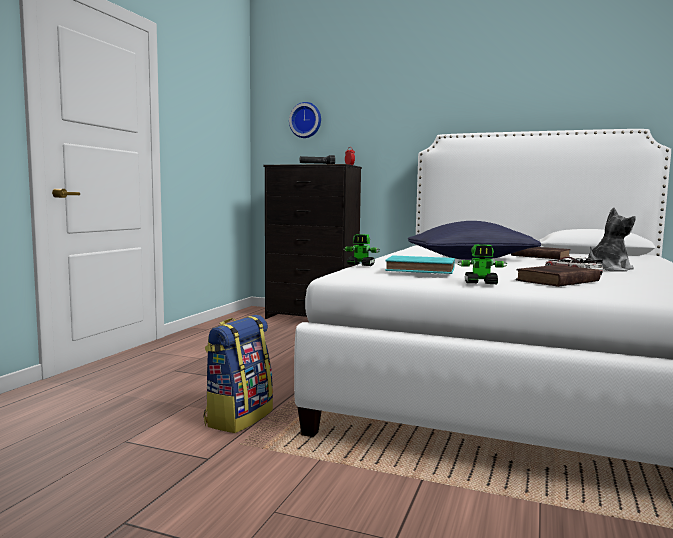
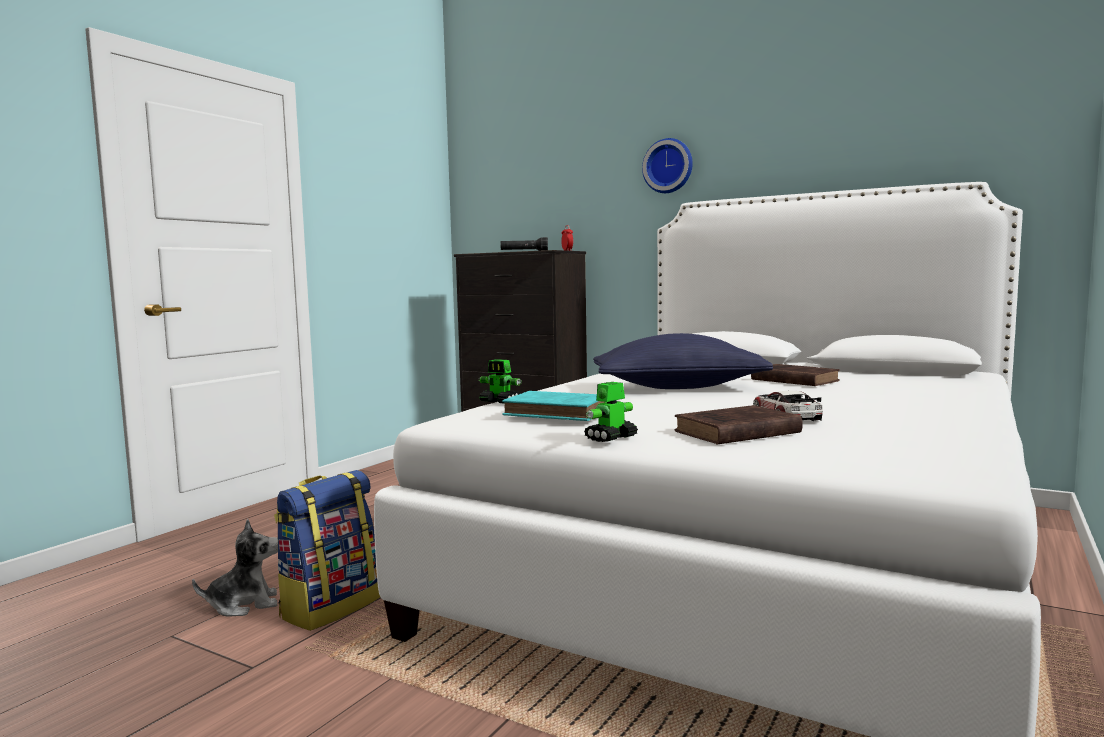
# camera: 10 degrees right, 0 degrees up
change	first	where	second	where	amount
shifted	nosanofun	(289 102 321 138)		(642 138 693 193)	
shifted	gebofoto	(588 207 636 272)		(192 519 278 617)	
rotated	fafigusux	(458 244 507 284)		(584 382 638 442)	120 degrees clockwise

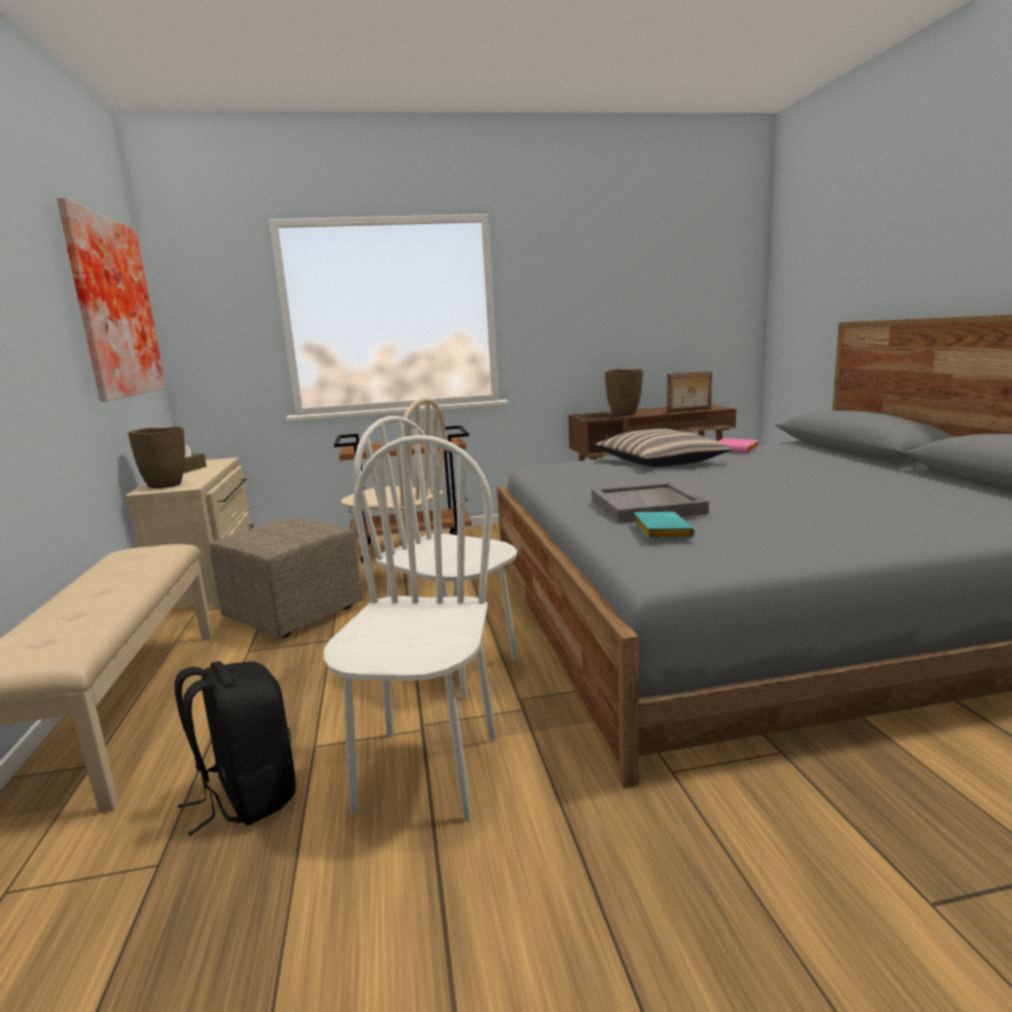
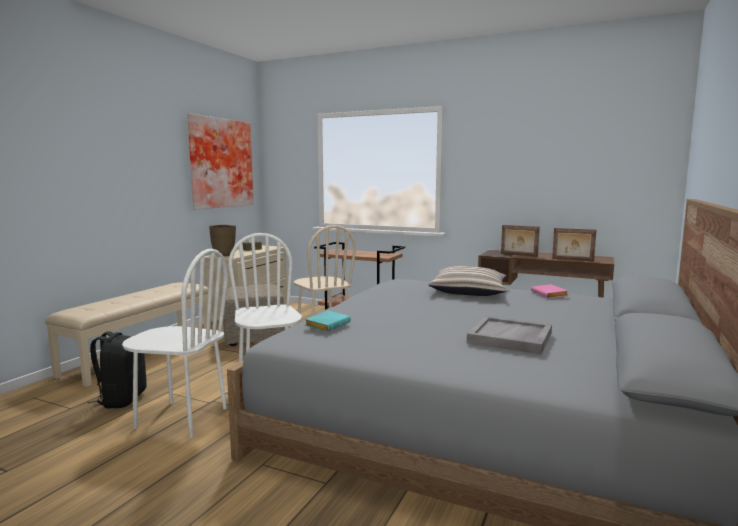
# camera: 35 degrees right, 5 degrees down
change	first	where	second	where	amount
swapped	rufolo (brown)	(605 369 643 416)	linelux	(501 225 540 257)	
rotated	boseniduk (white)	(323 435 496 821)		(122 249 228 438)	60 degrees clockwise
shifted	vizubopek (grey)	(592 482 709 523)		(467 316 552 355)	

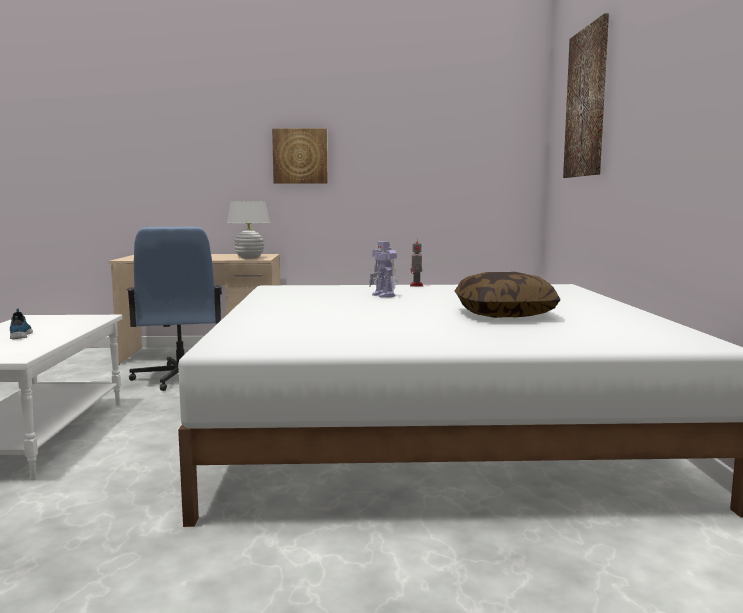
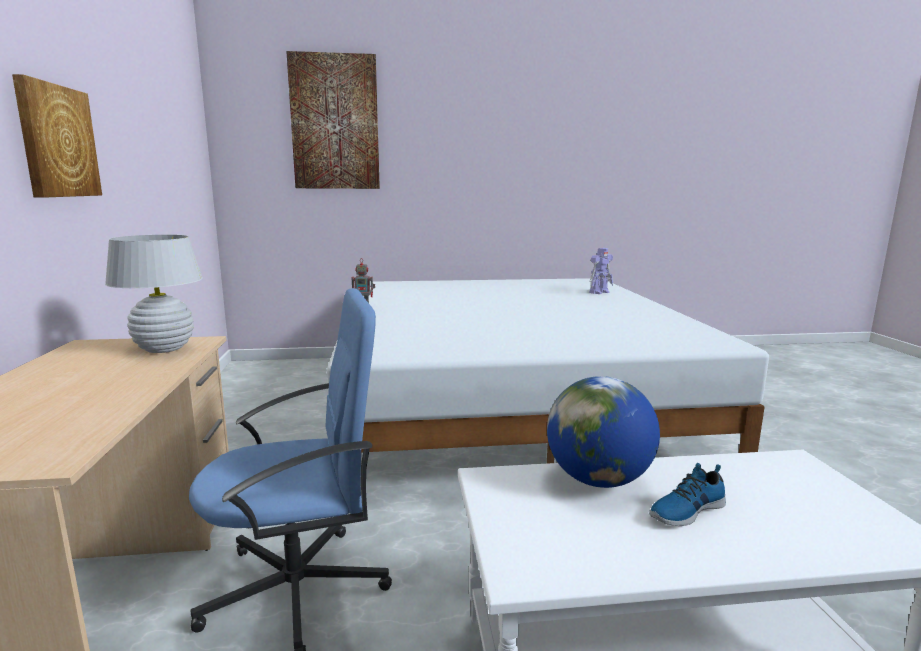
# camera: 95 degrees left, 5 degrees up
change	first	where	second	where	amount
shifted	fafigusux	(369 241 397 297)		(589 248 613 294)	
gone	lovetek	(454 272 560 318)			
new			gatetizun	(547 376 660 488)	

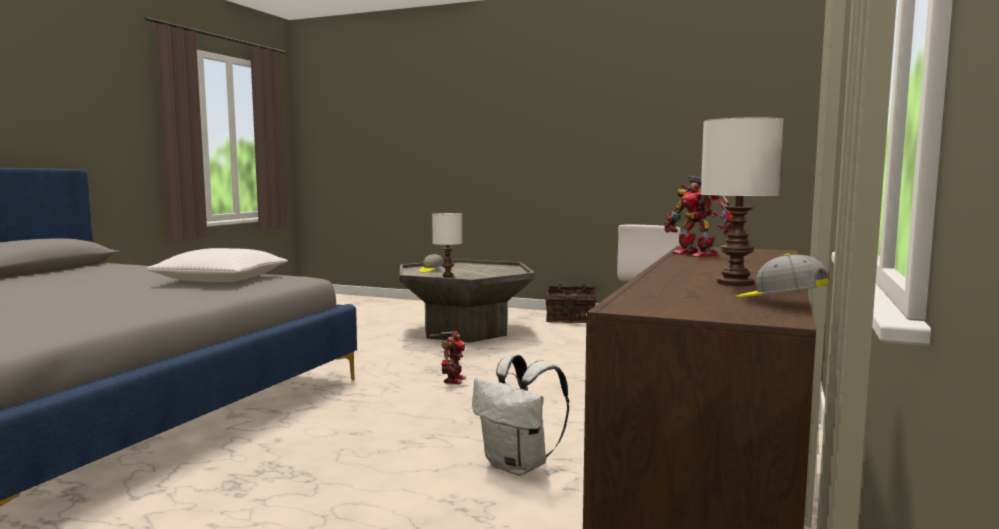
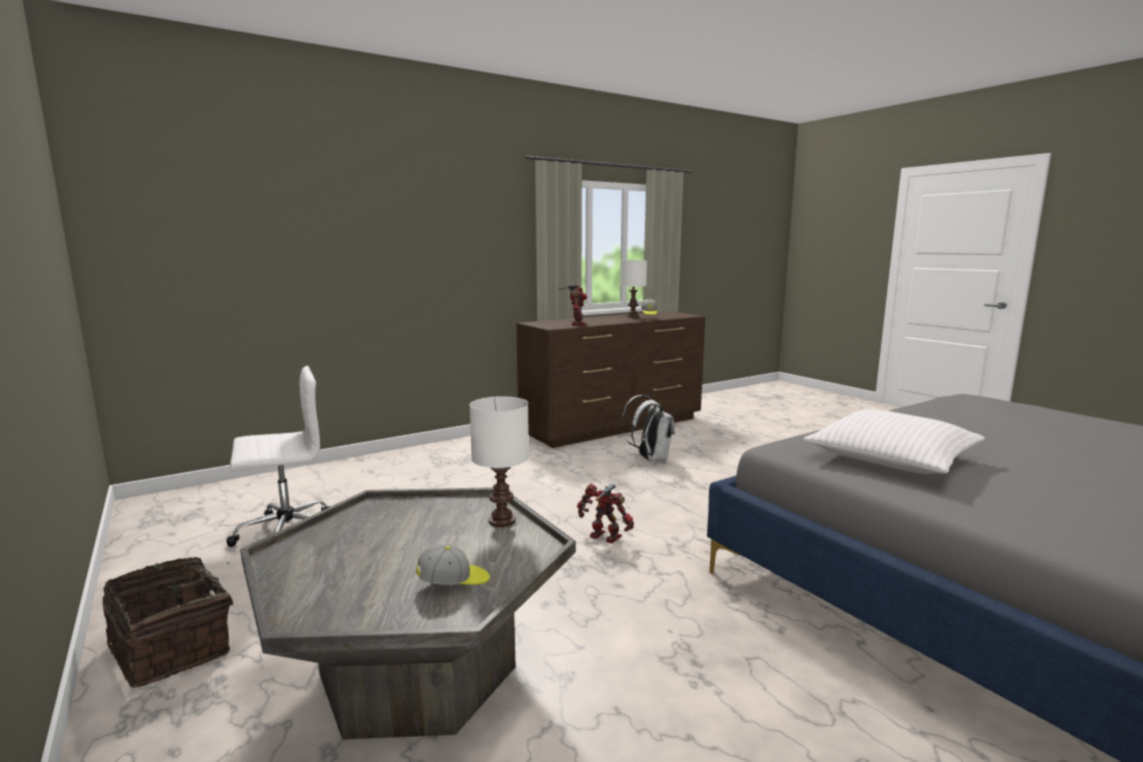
# camera: 145 degrees left, 5 degrees up
change	first	where	second	where	amount
rotated	fafigusux	(428 331 466 384)		(577 484 634 543)	75 degrees clockwise

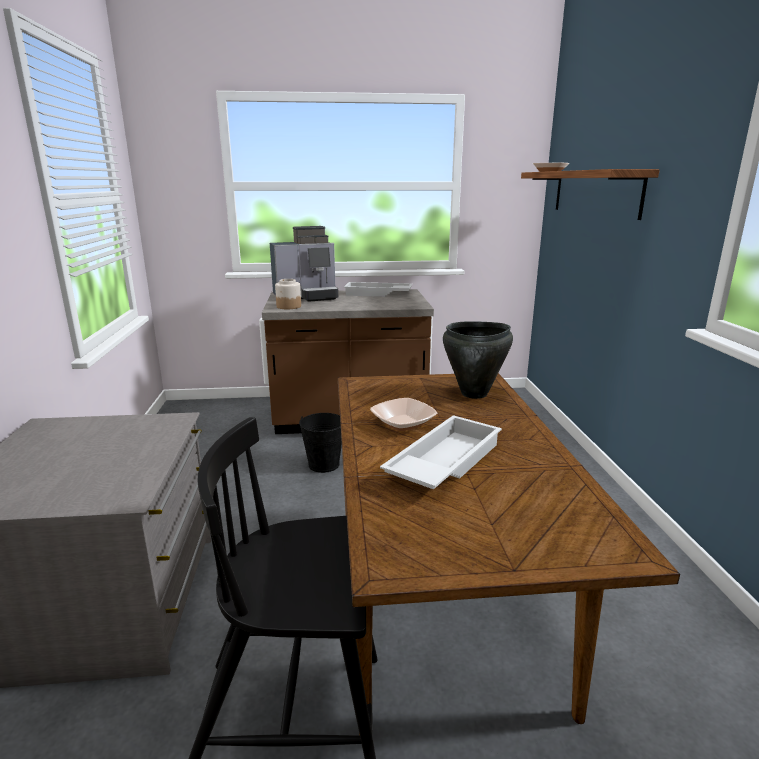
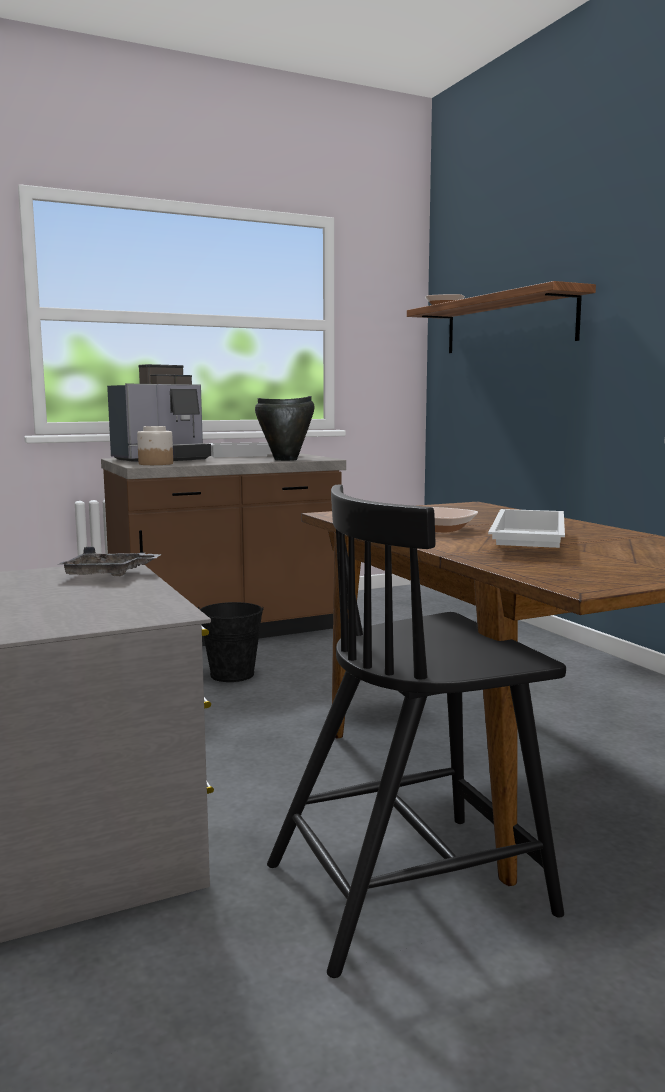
# camera: 20 degrees left, 10 degrees down
change	first	where	second	where	amount
shifted	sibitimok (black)	(443 321 513 399)		(255 396 315 461)	
new			vizubopek (grey)	(57 547 161 576)	

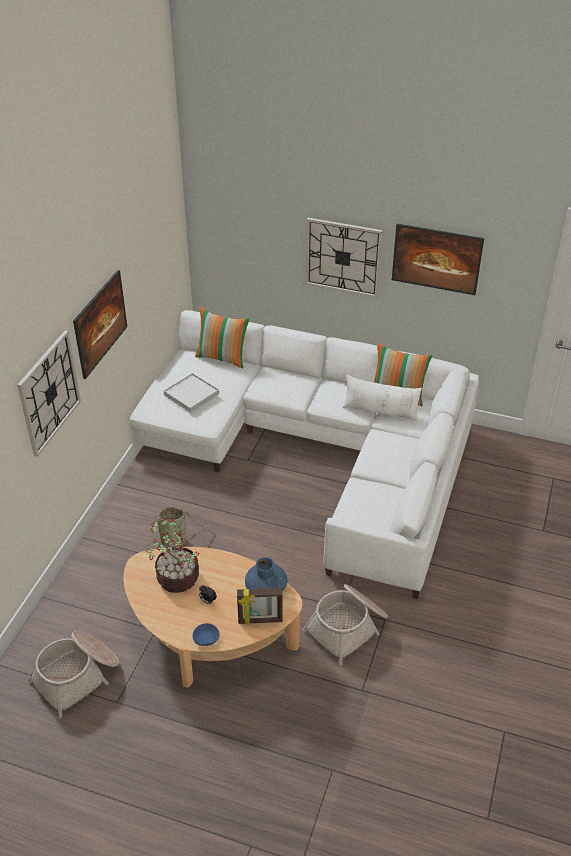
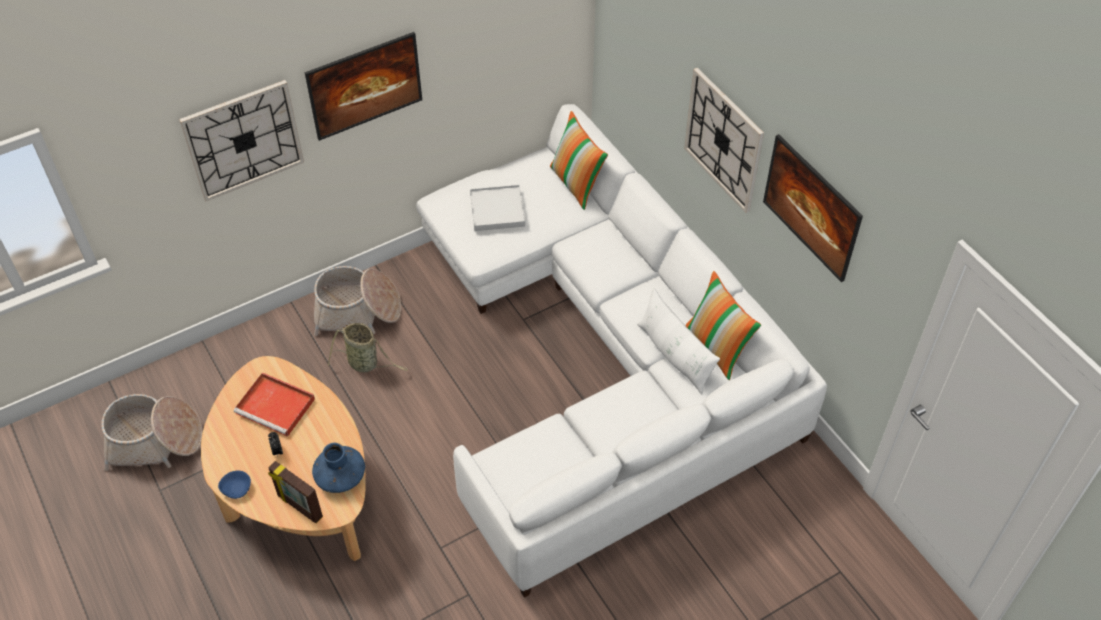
# camera: 40 degrees right, 10 degrees up
change	first	where	second	where	amount
swapped	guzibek	(146 518 199 593)	vizubopek (red)	(234 372 315 437)	
shifted	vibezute	(302 584 388 665)		(314 266 402 336)	

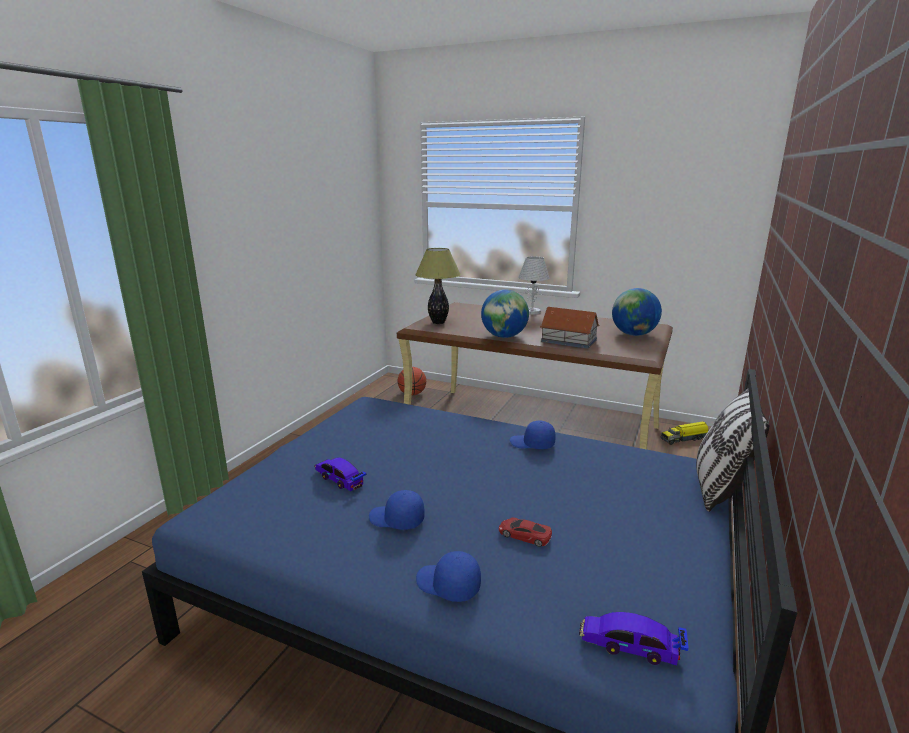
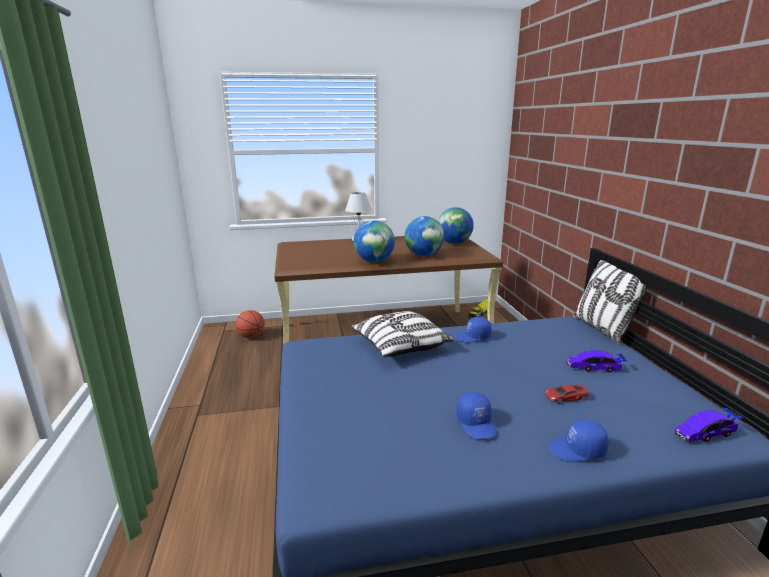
# camera: 35 degrees left, 0 degrees up
change	first	where	second	where	amount
gone	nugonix	(415 248 461 324)			
swapped	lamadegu	(540 307 599 349)	gatetizun	(405 216 444 256)	
shifted	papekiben	(314 458 366 491)		(566 350 627 373)	
rotated	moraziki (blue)	(369 490 425 530)		(456 392 497 439)	90 degrees counterclockwise
new			lovetek	(351 311 454 357)	

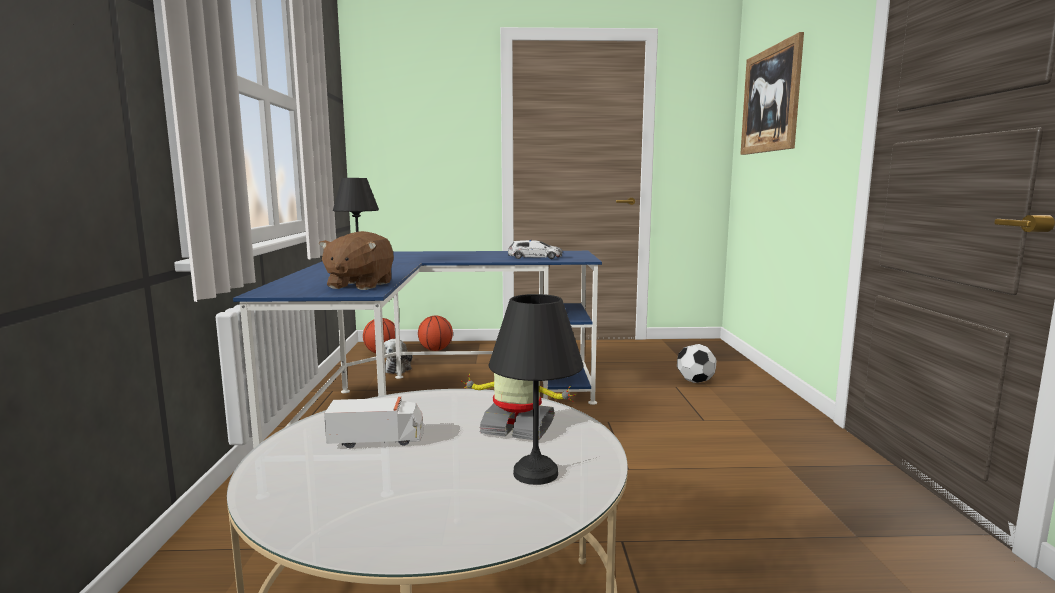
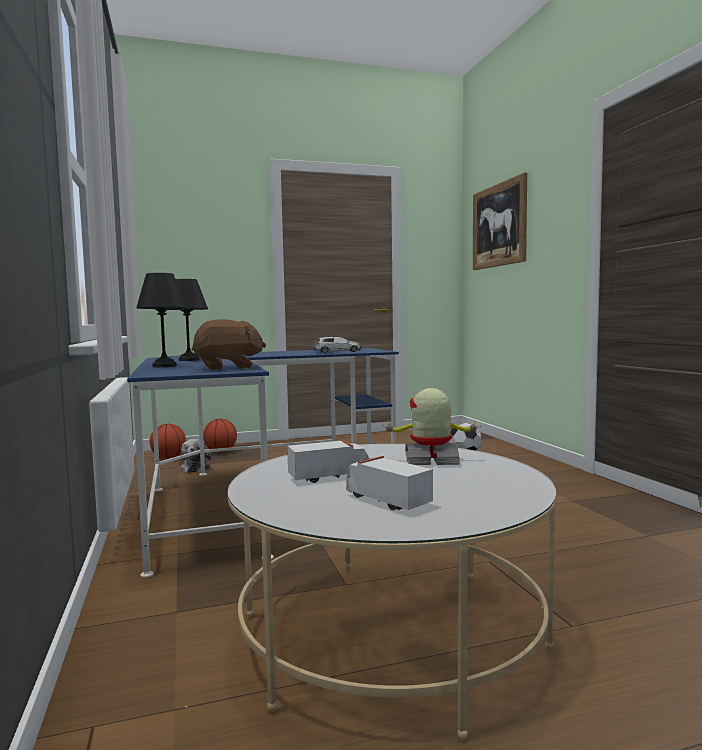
# camera: 15 degrees left, 5 degrees down
change	first	where	second	where	amount
rotated	gebofoto (brown)	(319 231 394 290)		(192 319 266 370)	105 degrees counterclockwise
shifted	nugonix (black)	(489 294 583 485)		(136 273 186 367)	
new			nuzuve	(346 456 433 510)	

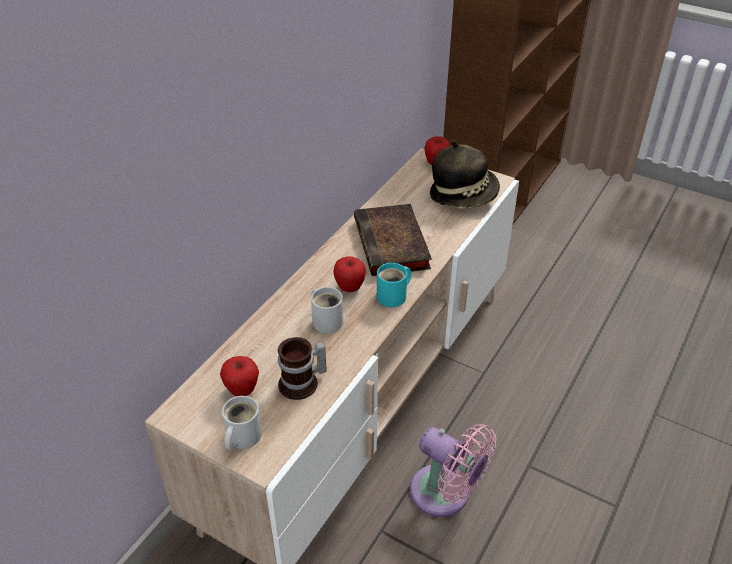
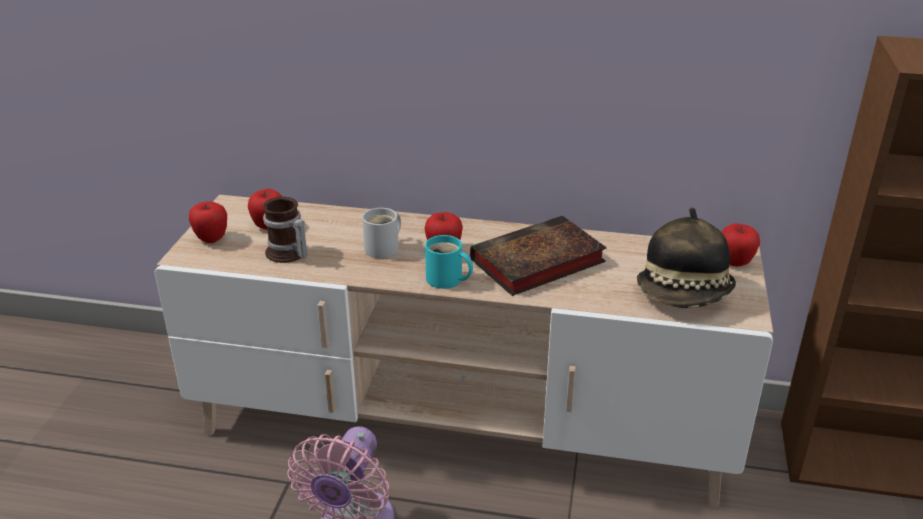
# camera: 70 degrees right, 10 degrees down
change	first	where	second	where	amount
swapped	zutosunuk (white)	(222 396 262 450)	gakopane	(189 201 227 243)	

